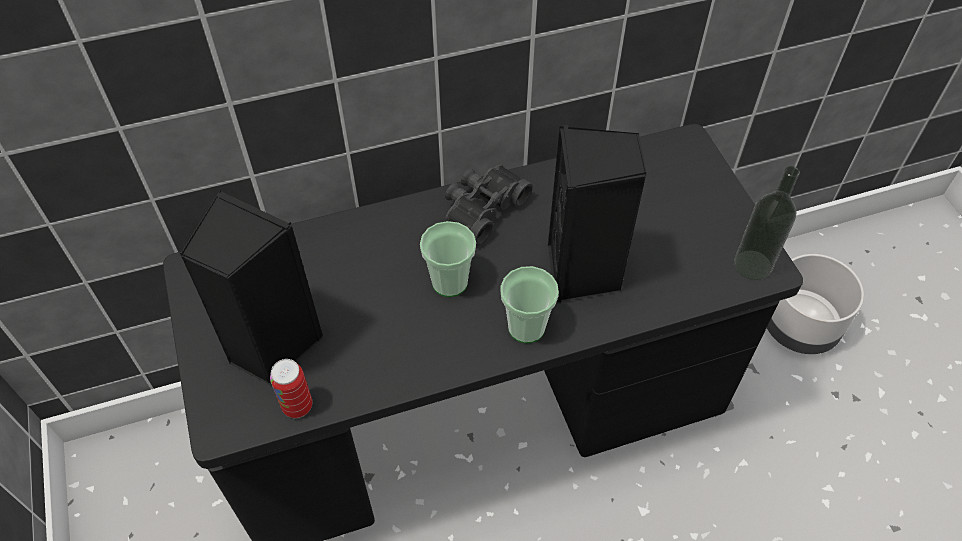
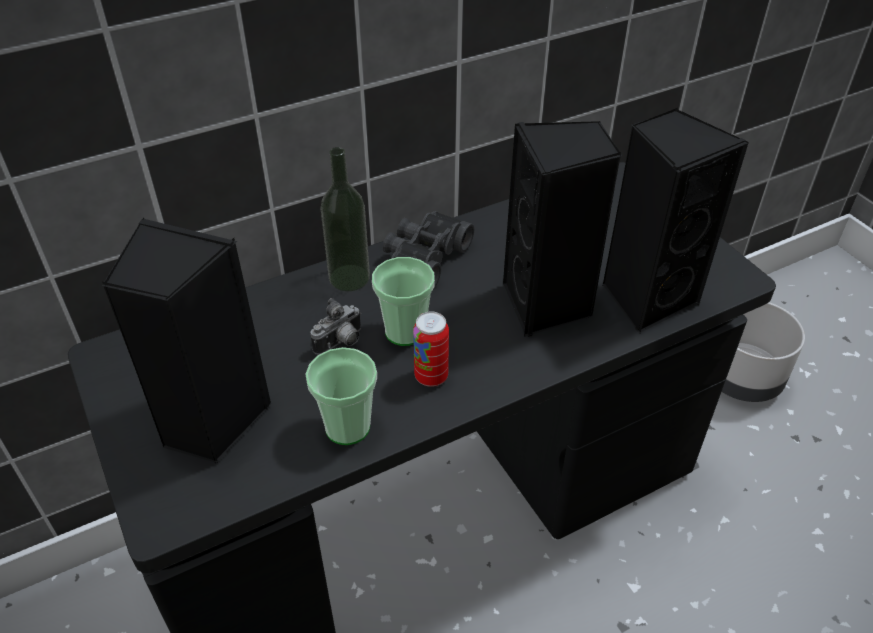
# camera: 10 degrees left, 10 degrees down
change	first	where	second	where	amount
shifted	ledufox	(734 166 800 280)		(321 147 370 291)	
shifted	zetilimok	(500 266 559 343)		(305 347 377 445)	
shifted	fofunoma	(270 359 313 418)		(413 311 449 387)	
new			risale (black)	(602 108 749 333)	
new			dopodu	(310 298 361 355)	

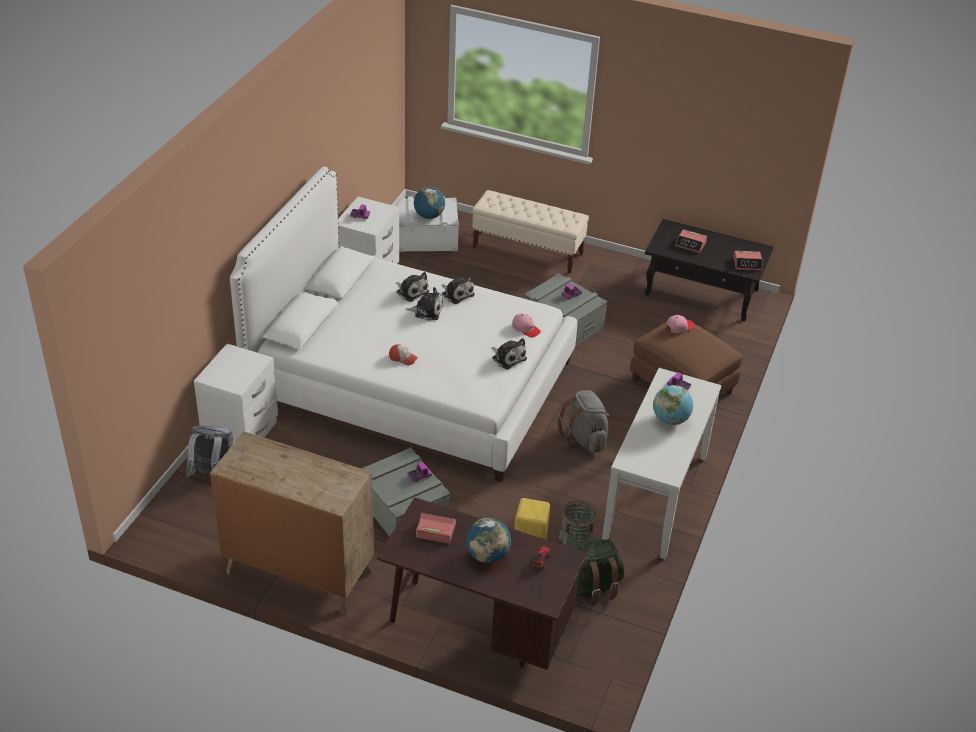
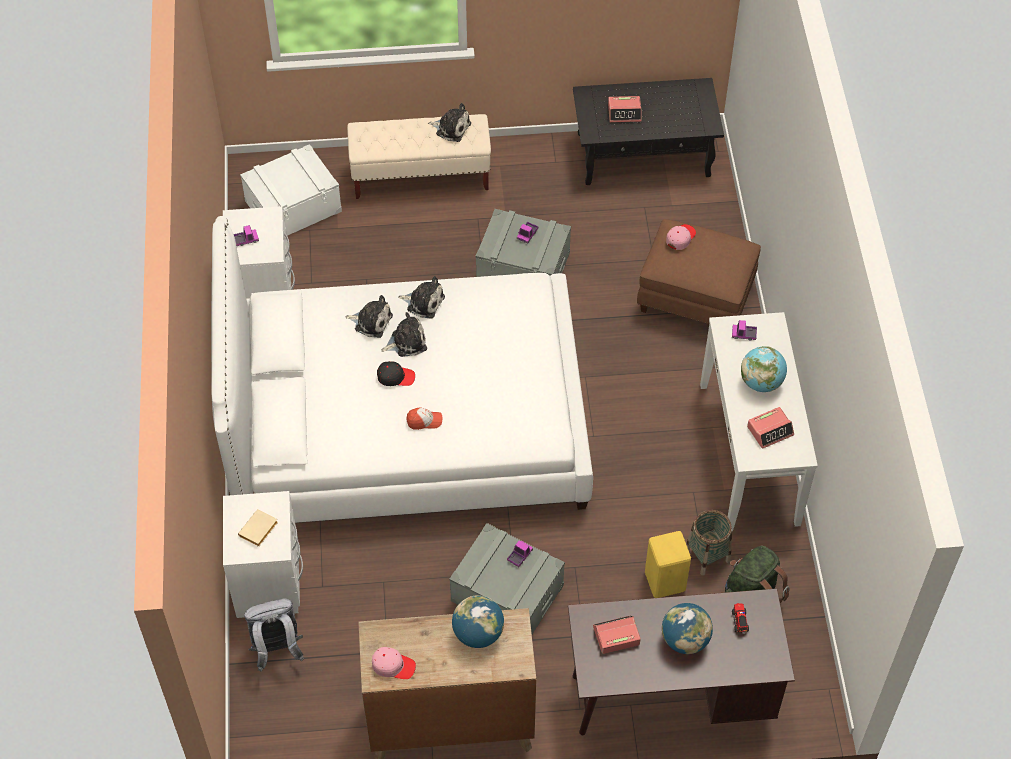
# camera: 25 degrees left, 15 degrees up
change	first	where	second	where	amount
shifted	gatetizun	(414 187 445 219)		(452 595 504 648)	
shifted	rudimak	(733 251 763 271)		(747 407 794 449)	
shifted	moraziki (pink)	(512 313 541 338)		(372 647 416 679)	
shifted	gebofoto	(491 338 527 370)		(428 103 471 142)	
gone	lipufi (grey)	(558 390 609 453)			
new			moraziki (black)	(377 361 415 386)	
new			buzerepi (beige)	(238 509 278 547)	

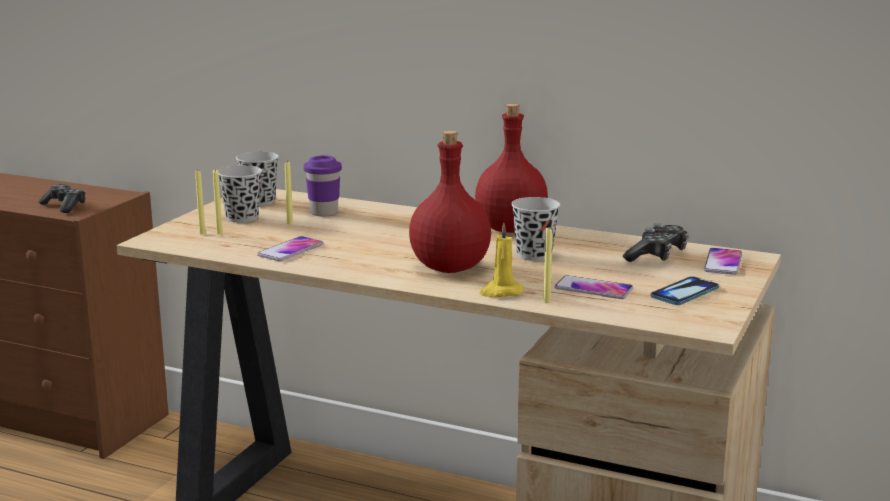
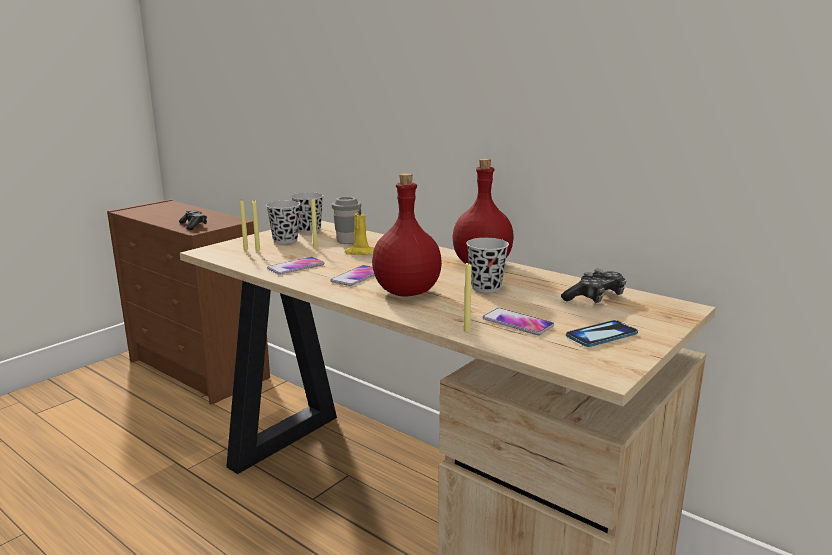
# camera: 15 degrees right, 0 degrees up
change	first	where	second	where	amount
repainted	zetilimok (purple)	(304 155 342 217)	zetilimok (grey)	(332 197 361 244)	
shifted	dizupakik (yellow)	(479 223 524 297)		(344 204 374 255)	
shifted	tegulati	(704 248 742 275)		(331 265 375 286)	

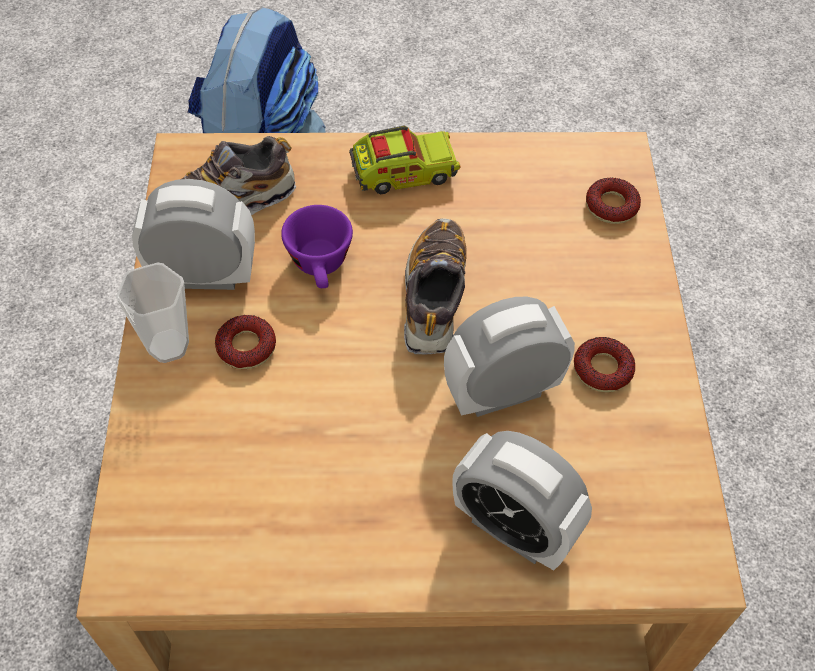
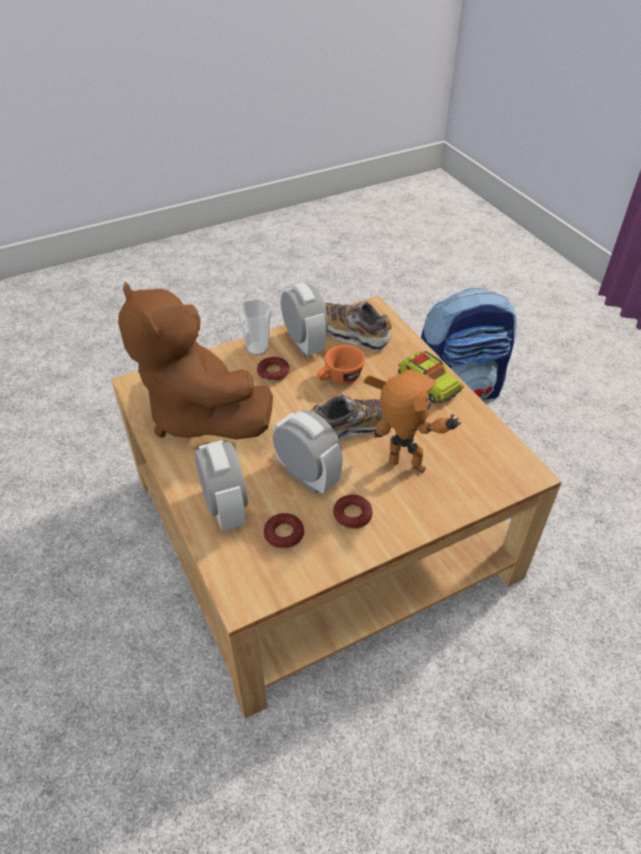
# camera: 65 degrees right, 10 degrees down
change	first	where	second	where	amount
shifted	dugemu	(586 178 641 224)		(264 513 304 549)	
repainted	zetilimok (purple)	(281 205 353 288)	zetilimok (orange)	(317 345 365 385)	
rotated	rudimak	(452 431 592 570)		(195 440 248 531)	150 degrees clockwise
new			gebofoto (brown)	(118 282 273 440)	
new			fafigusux	(363 370 462 473)	

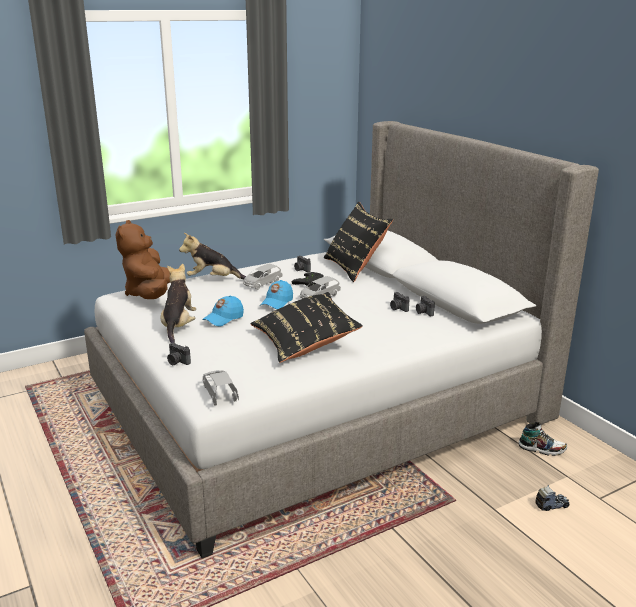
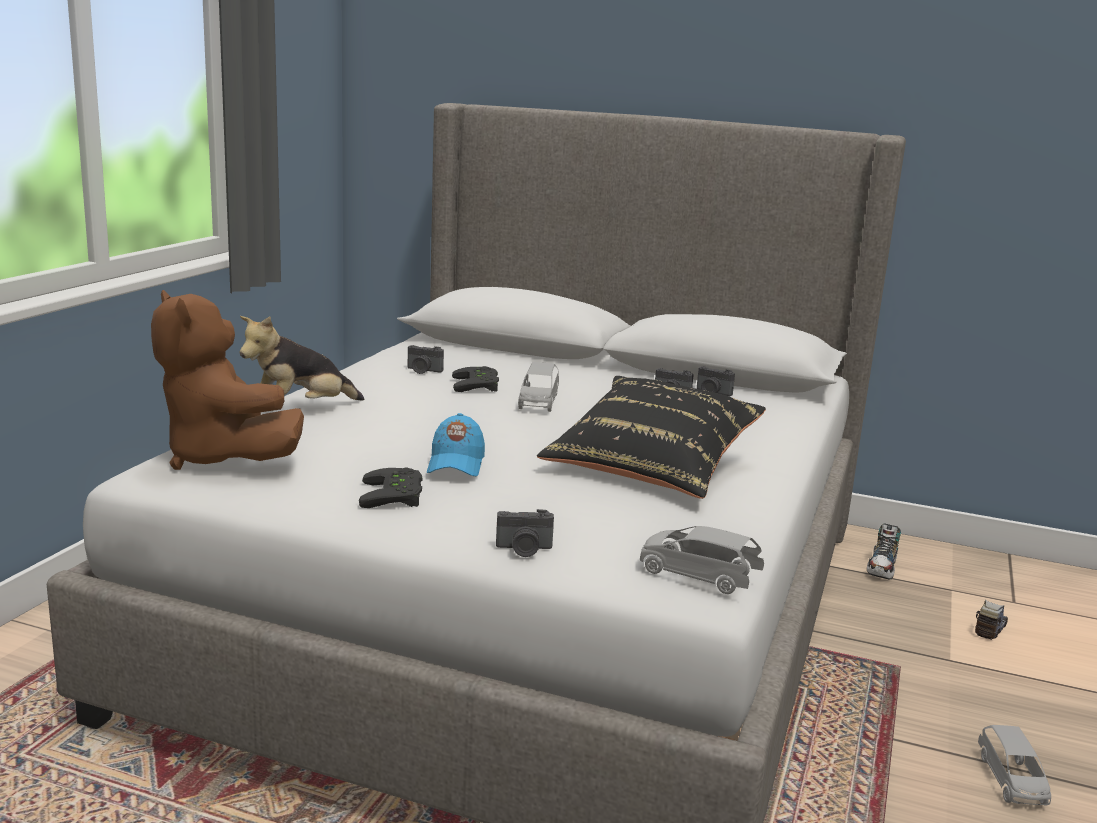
# camera: 40 degrees left, 5 degrees down
change	first	where	second	where	amount
gone	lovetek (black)	(324 202 393 282)			
shifted	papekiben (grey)	(243 263 282 290)		(978 725 1051 806)	
swapped	gebofoto	(161 264 196 343)	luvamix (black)	(359 468 422 508)	
gone	moraziki (blue)	(259 280 293 309)			
rotated	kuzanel	(518 422 567 456)		(867 523 901 580)	135 degrees clockwise

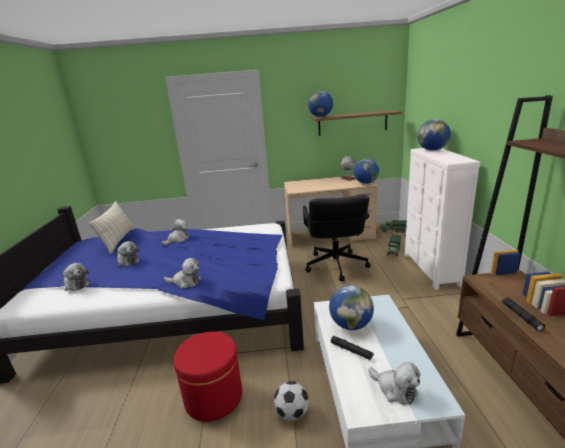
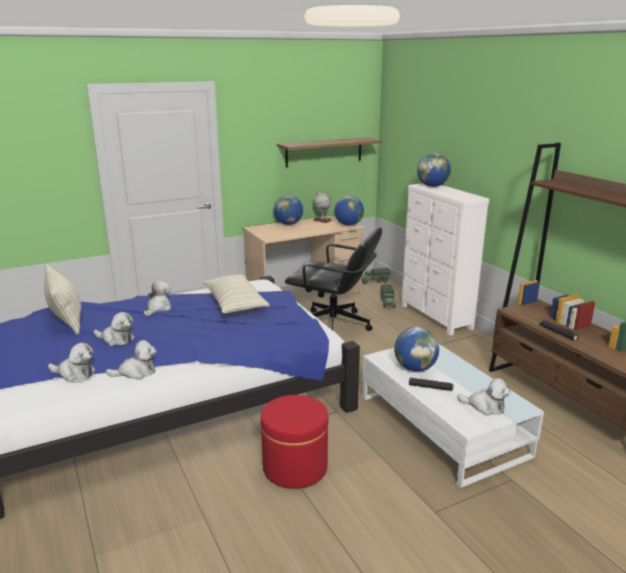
# camera: 25 degrees left, 0 degrees up
change	first	where	second	where	amount
shifted	gatetizun	(308 91 333 117)		(274 195 303 225)	
rotated	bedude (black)	(303 195 371 281)		(285 227 382 331)	45 degrees counterclockwise
shifted	gebofoto	(164 258 201 289)		(106 340 157 380)	
gone	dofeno	(274 381 309 421)			
new			lovetek	(203 274 270 313)	

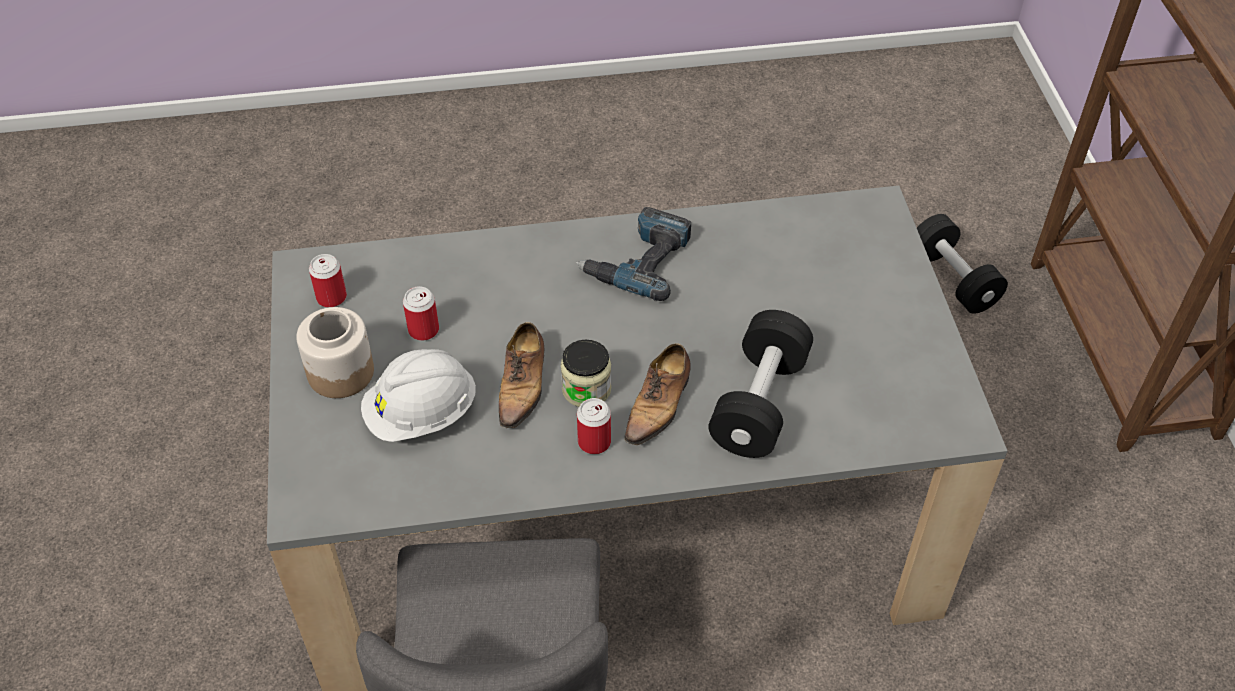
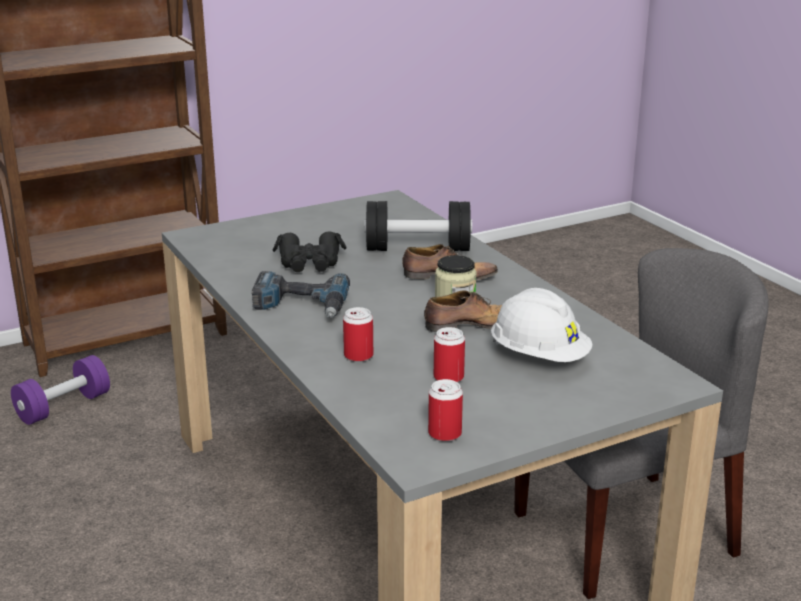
# camera: 110 degrees left, 25 degrees down
change	first	where	second	where	amount
repainted	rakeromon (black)	(917 214 1008 314)	rakeromon (purple)	(11 355 110 425)	
gone	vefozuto	(296 307 374 398)			
shifted	fofunoma	(577 398 611 454)		(343 307 373 362)	
new			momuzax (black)	(272 231 346 272)	

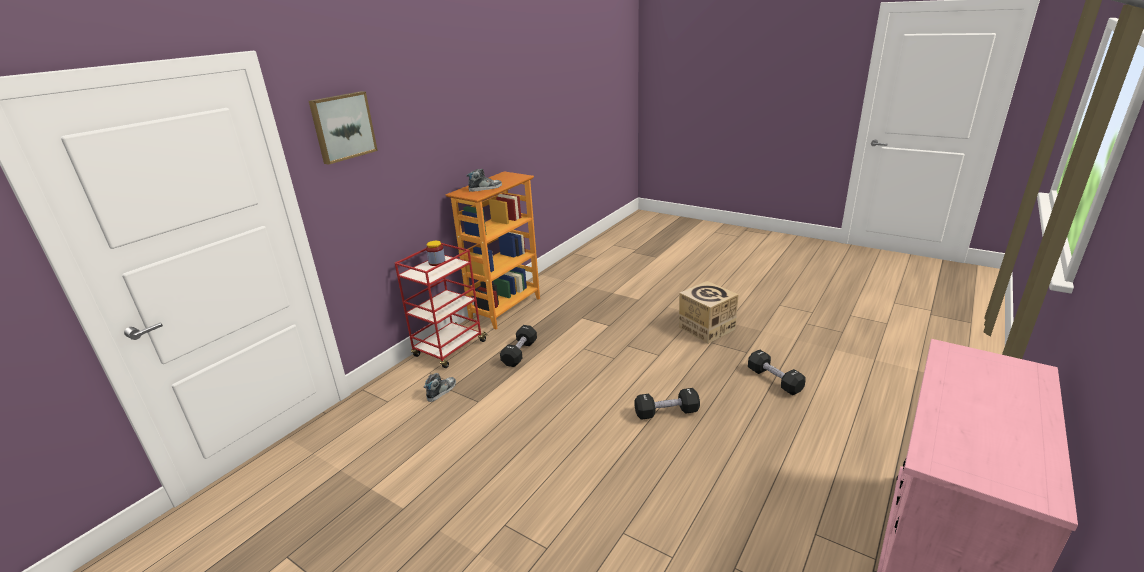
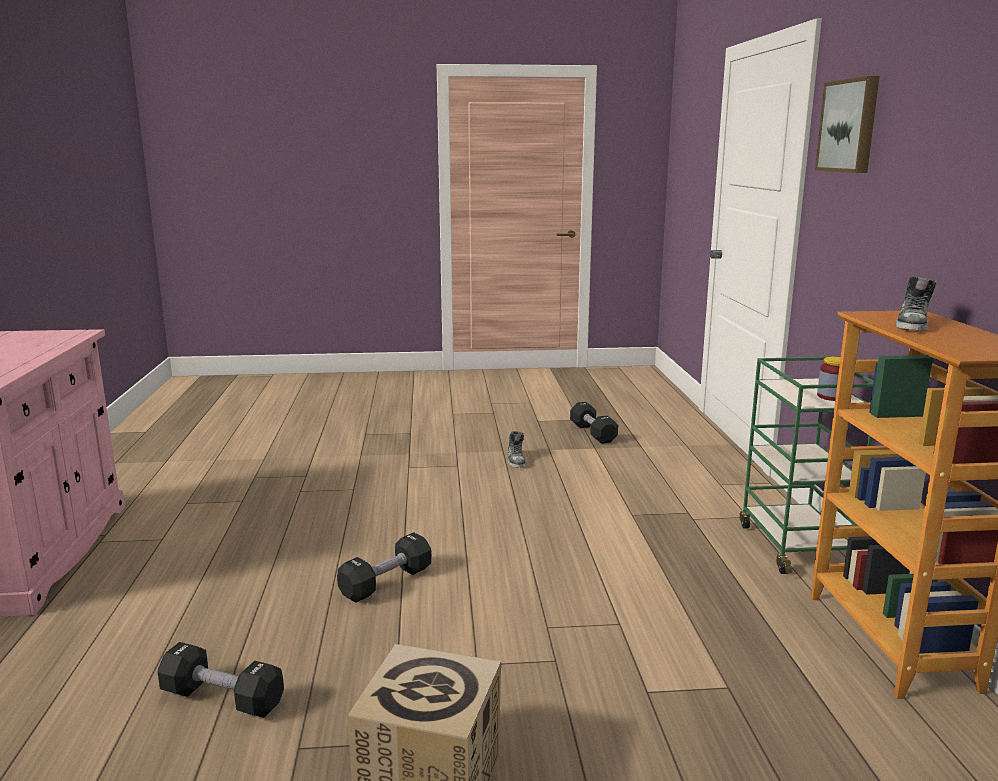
# camera: 140 degrees right, 10 degrees down
change	first	where	second	where	amount
repainted	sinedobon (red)	(395 243 488 368)	sinedobon (green)	(740 357 874 574)	
shifted	rakeromon (black)	(500 325 537 367)		(570 402 618 444)	
shifted	kuzanel	(424 373 456 402)		(508 431 526 468)	

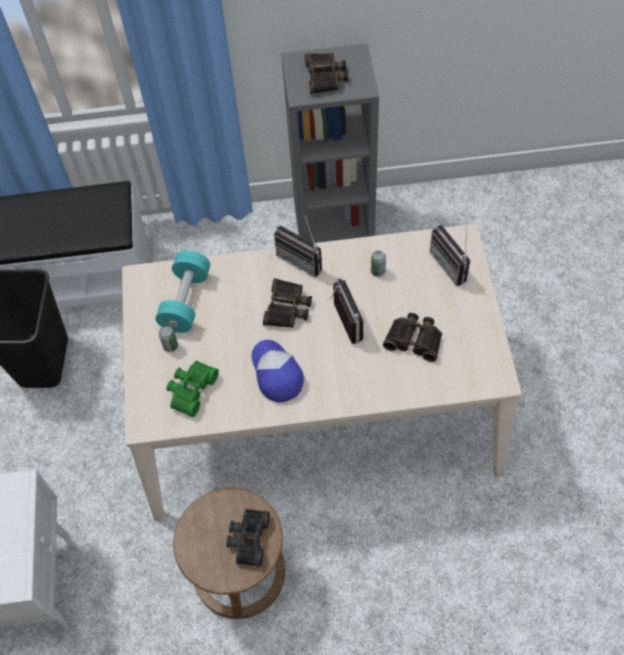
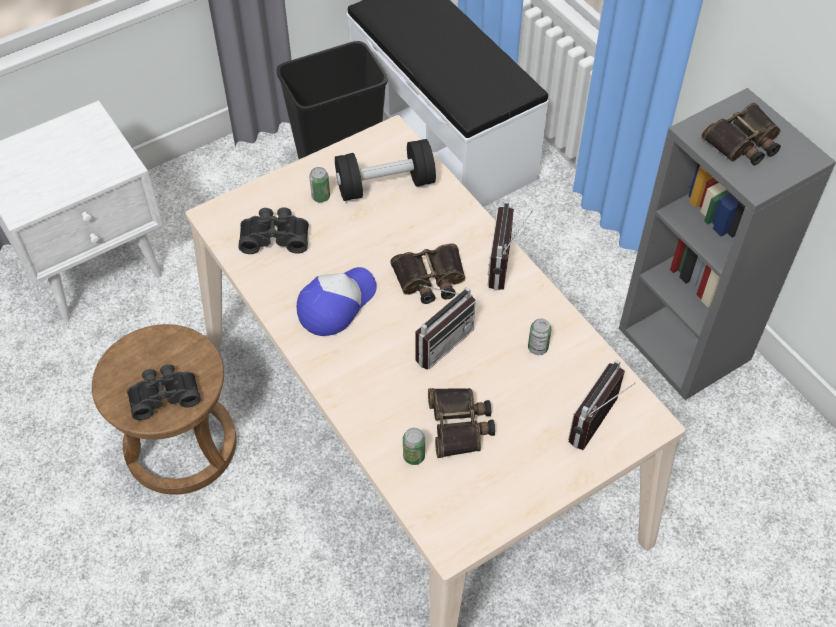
# camera: 60 degrees right, 5 degrees down
change	first	where	second	where	amount
repainted	rakeromon (turquoise)	(155 250 210 333)	rakeromon (black)	(335 139 436 201)	
repainted	momuzax (green)	(167 361 219 417)	momuzax (black)	(238 207 309 254)	
new			fofunoma	(403 428 425 465)	

